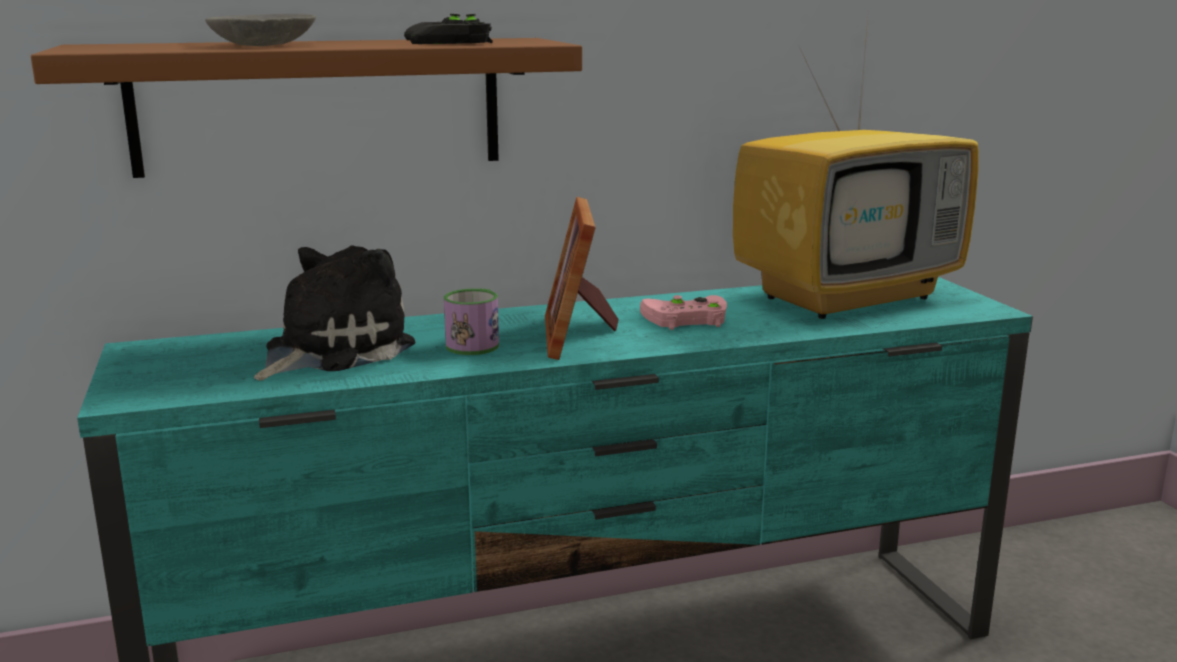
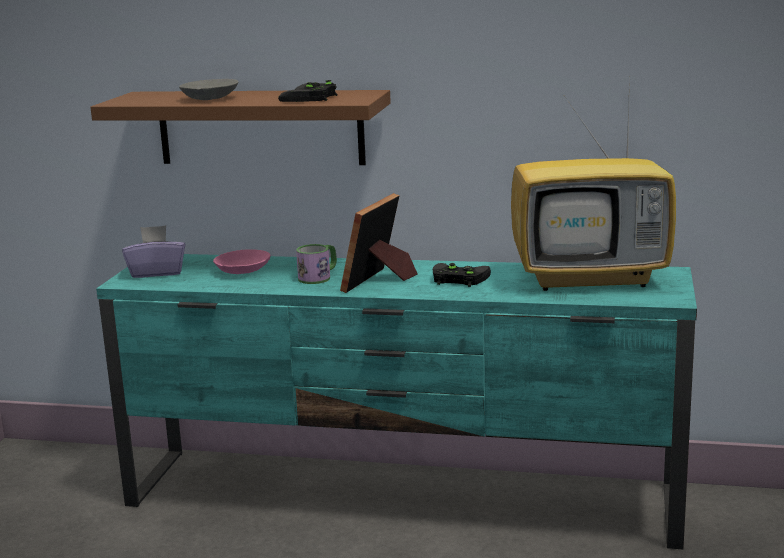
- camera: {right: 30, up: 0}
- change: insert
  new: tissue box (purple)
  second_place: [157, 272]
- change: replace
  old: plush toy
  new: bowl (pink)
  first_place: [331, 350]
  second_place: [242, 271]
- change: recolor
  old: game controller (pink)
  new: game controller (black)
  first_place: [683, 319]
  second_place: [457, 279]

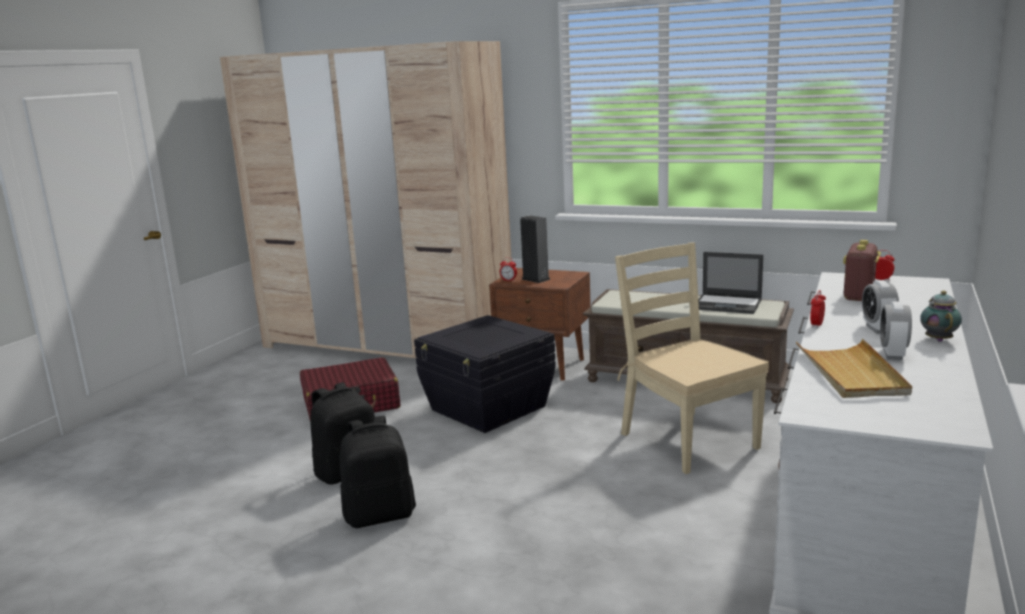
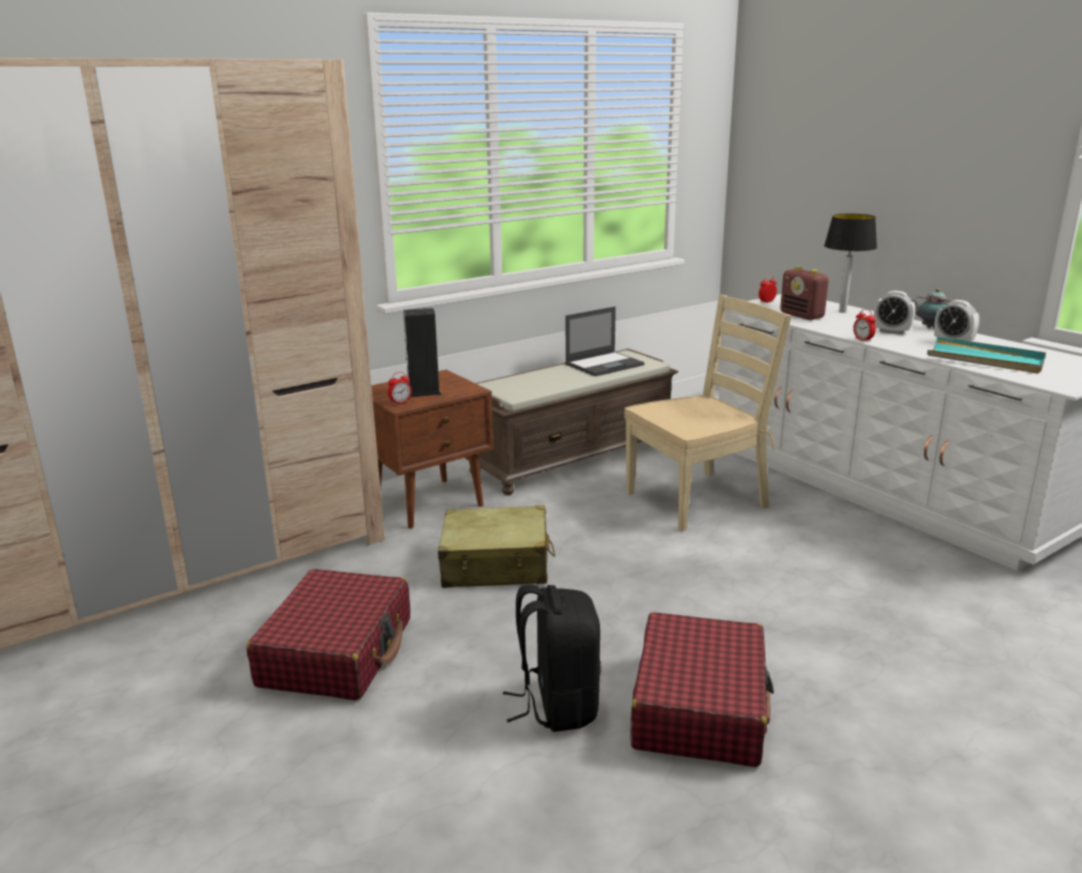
- camera: {right: -60, up: 5}
- change: replace
  old: storage box (black)
  new: suitcase (beige)
  first_place: [488, 408]
  second_place: [496, 565]
- change: rotate
  old: chair (beige)
  first_place: [687, 440]
  second_place: [697, 499]
  degrees: 150
- change: replace
  old: backpack (black)
  new: suitcase (red)
  first_place: [380, 515]
  second_place: [699, 707]
- change: insert
  new: table lamp
  second_place: [842, 312]
- change: recolor
  old: tray (beige)
  new: tray (turquoise)
  first_place: [851, 373]
  second_place: [985, 359]

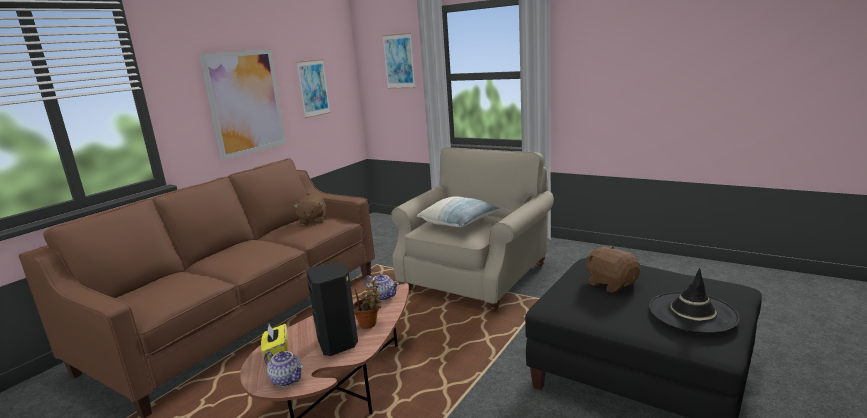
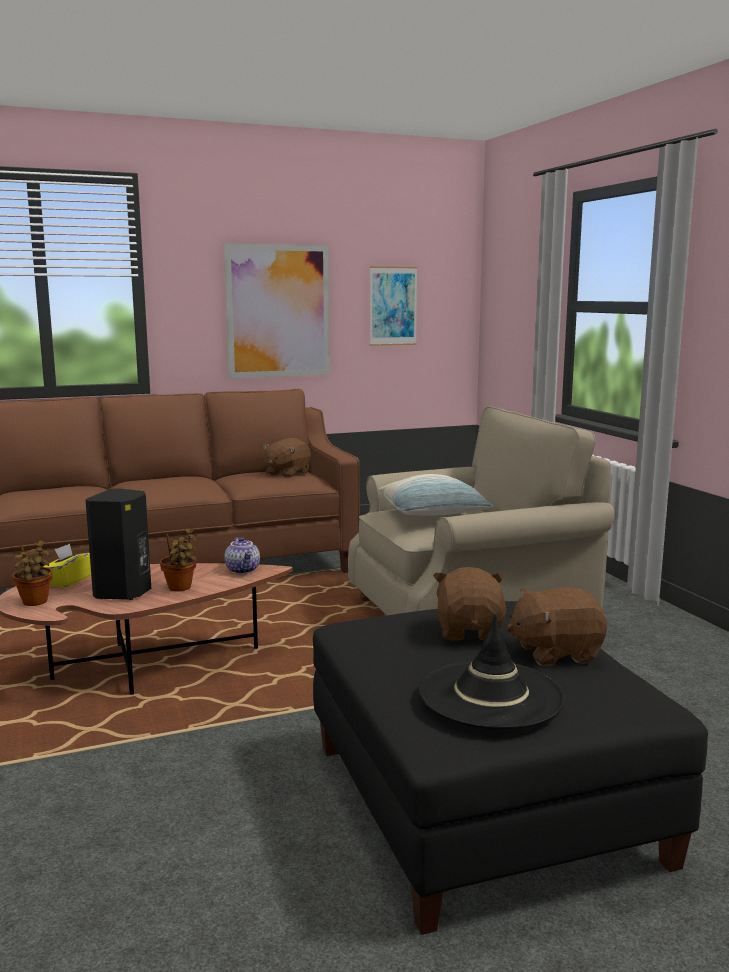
- camera: {right: 35, up: -5}
- change: replace
  old: teapot
  new: potted plant
  first_place: [287, 379]
  second_place: [35, 603]
- change: insert
  new: plush toy (brown)
  second_place: [555, 653]
- change: delete
  old: picture
  first_place: [399, 61]

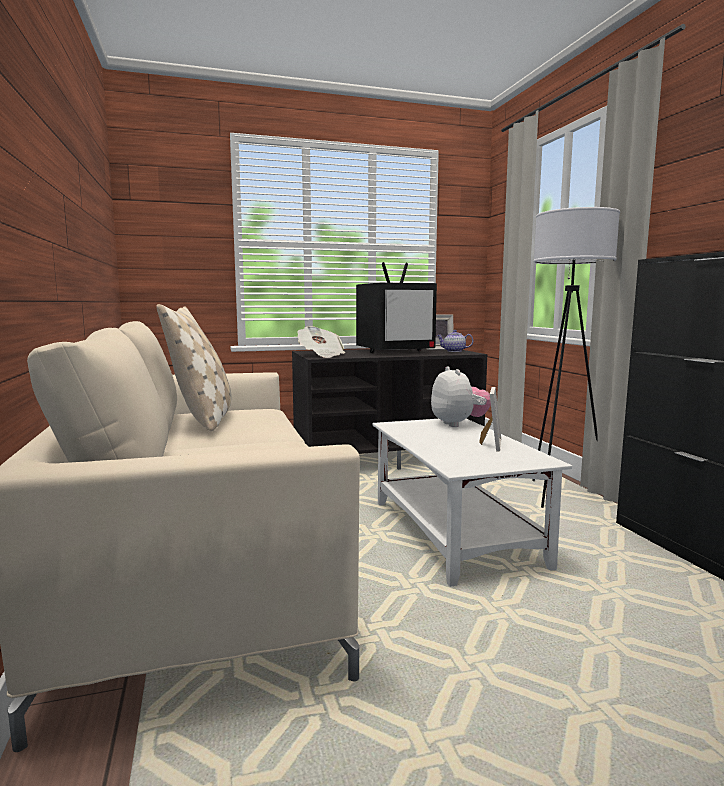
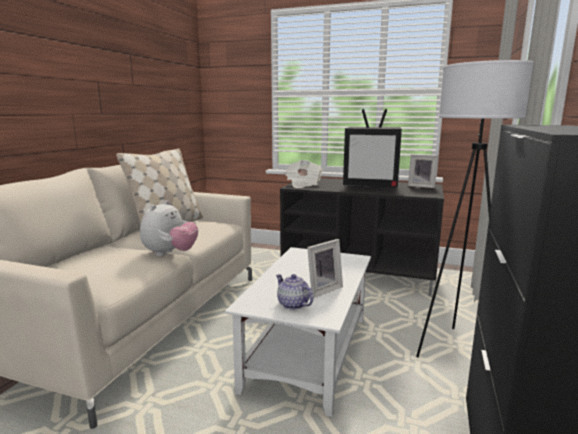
- camera: {right: 35, up: 5}
- change: move
  old: plush toy
  first_place: [458, 424]
  second_place: [170, 254]
- change: move
  old: teapot
  first_place: [454, 351]
  second_place: [292, 304]

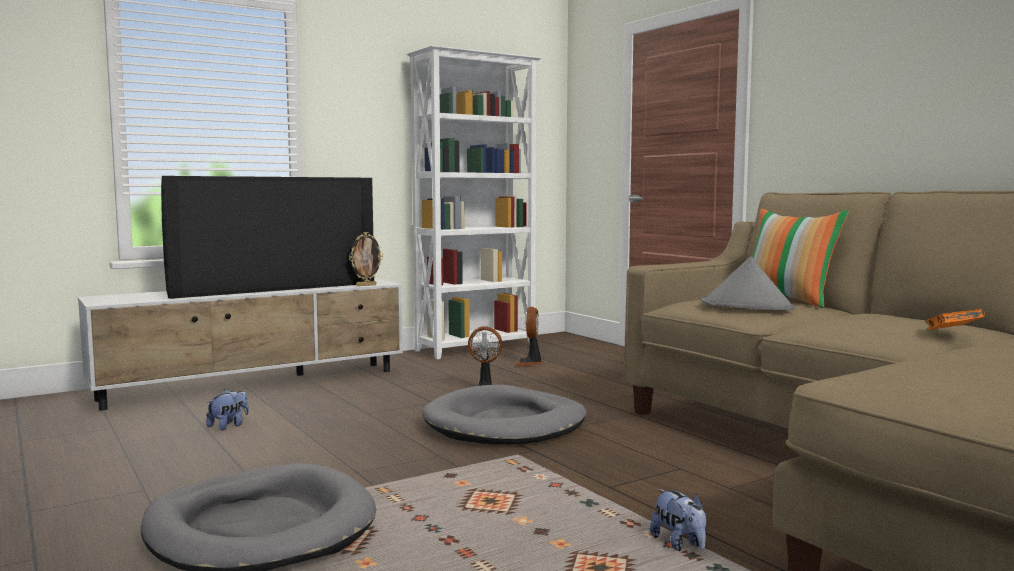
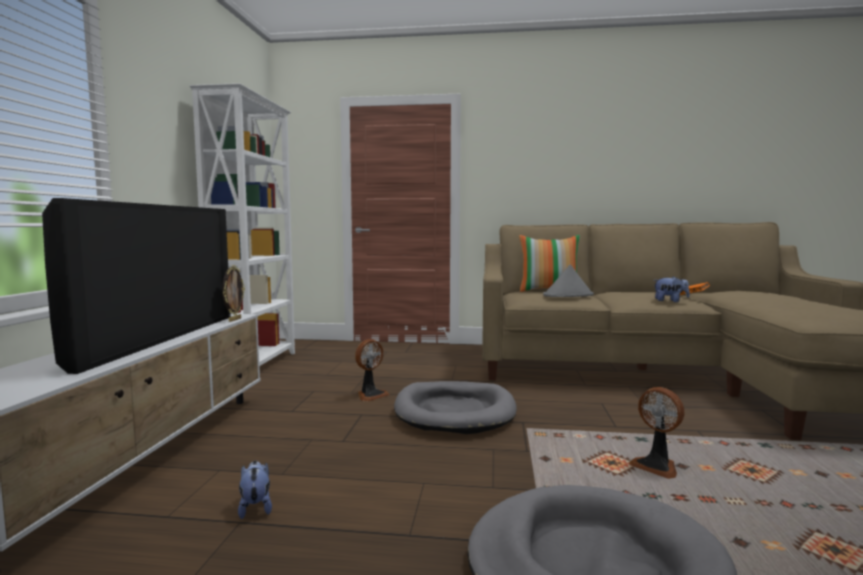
- camera: {right: -50, up: 0}
- change: move
  old: fan
  first_place: [530, 363]
  second_place: [656, 466]
- change: move
  old: plush toy
  first_place: [679, 544]
  second_place: [670, 301]

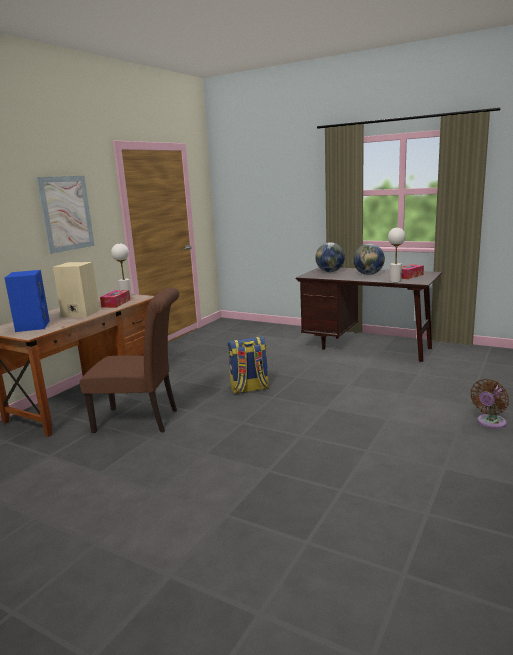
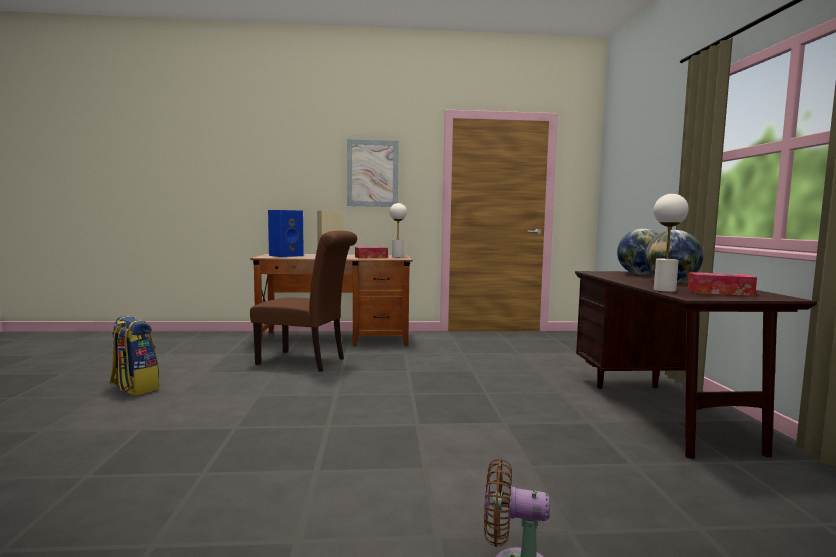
- camera: {right: 55, up: -10}
- change: move
  old: backpack
  first_place: [249, 389]
  second_place: [134, 388]
- change: rotate
  old: chair (brown)
  first_place: [142, 420]
  second_place: [306, 361]
  degrees: -45

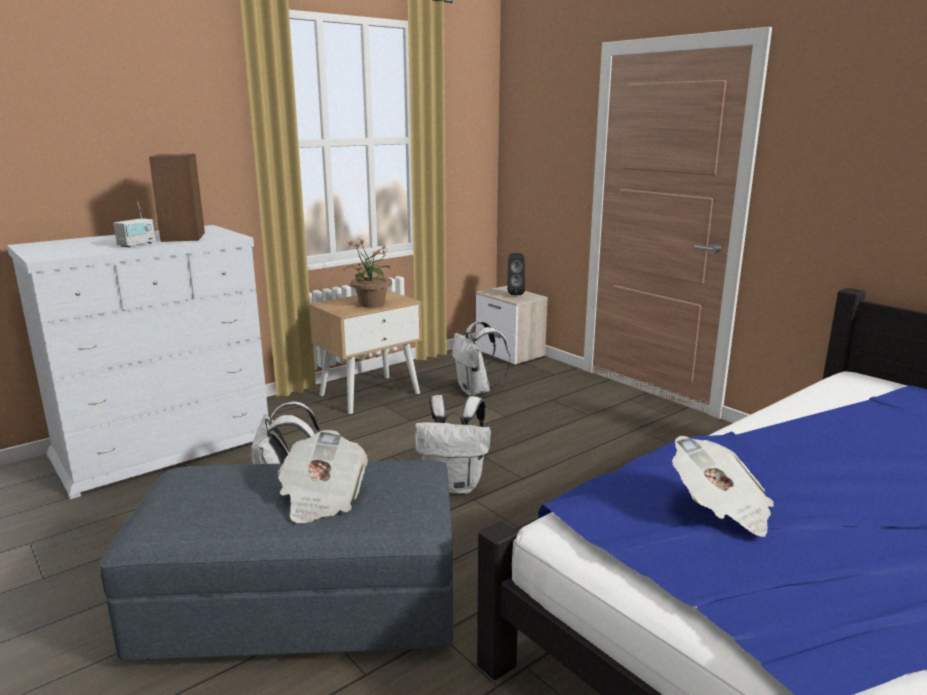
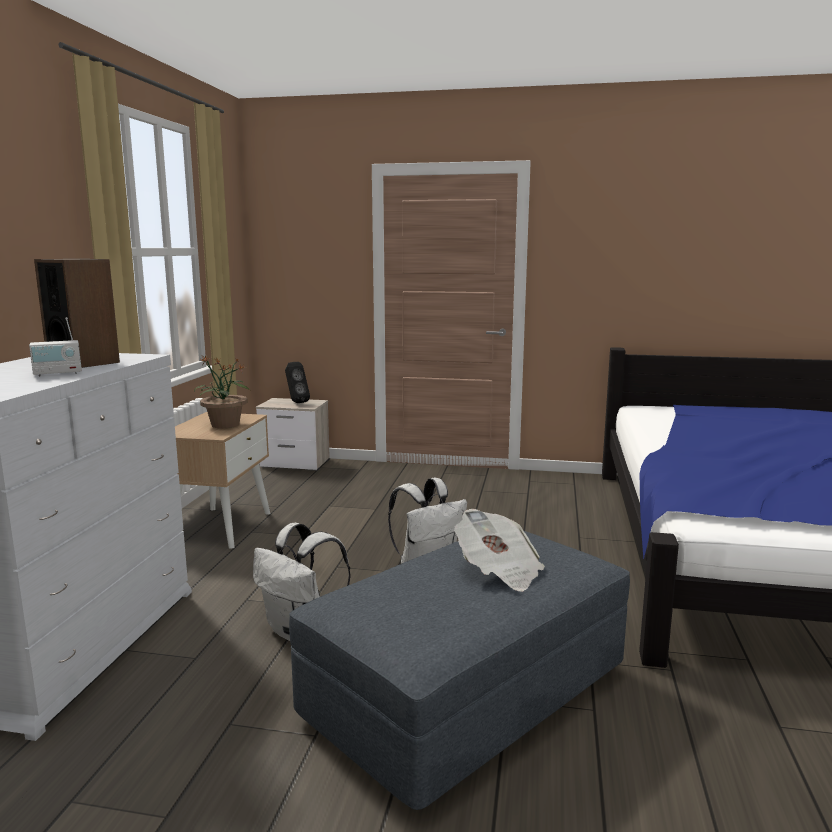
- camera: {right: -40, up: -5}
- change: rotate
  old: radio
  first_place: [137, 244]
  second_place: [58, 373]
  degrees: 75
- change: delete
  old: backpack (white)
  first_place: [476, 391]
- change: delete
  old: newspaper
  first_place: [720, 509]

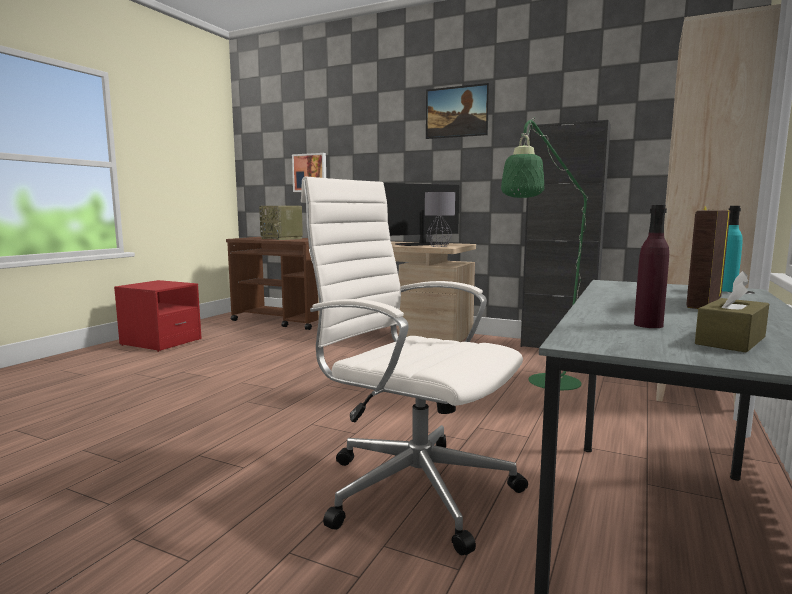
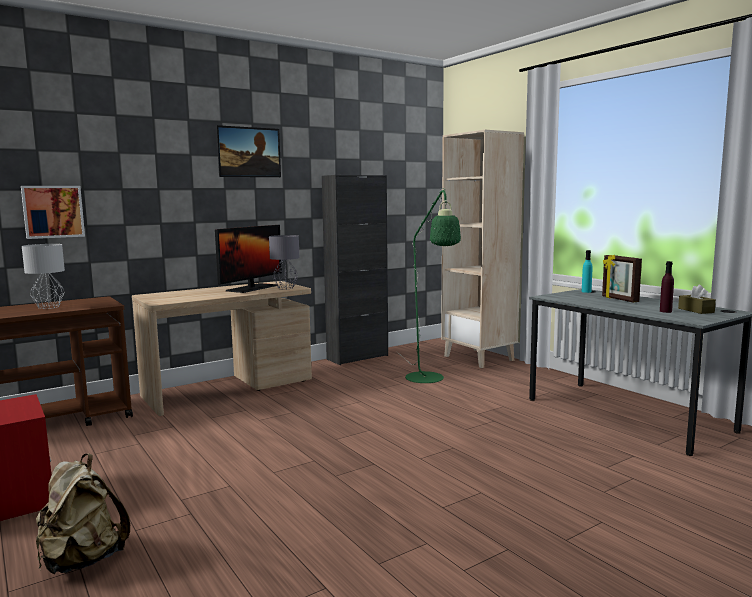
- camera: {right: -60, up: 0}
- change: replace
  old: radio
  new: table lamp (grey)
  first_place: [282, 238]
  second_place: [49, 307]
- change: insert
  new: backpack (beige)
  second_place: [82, 560]
- change: rotate
  old: monitor
  first_place: [422, 244]
  second_place: [252, 288]
  degrees: -150
- change: delete
  old: office chair (white)
  first_place: [413, 487]

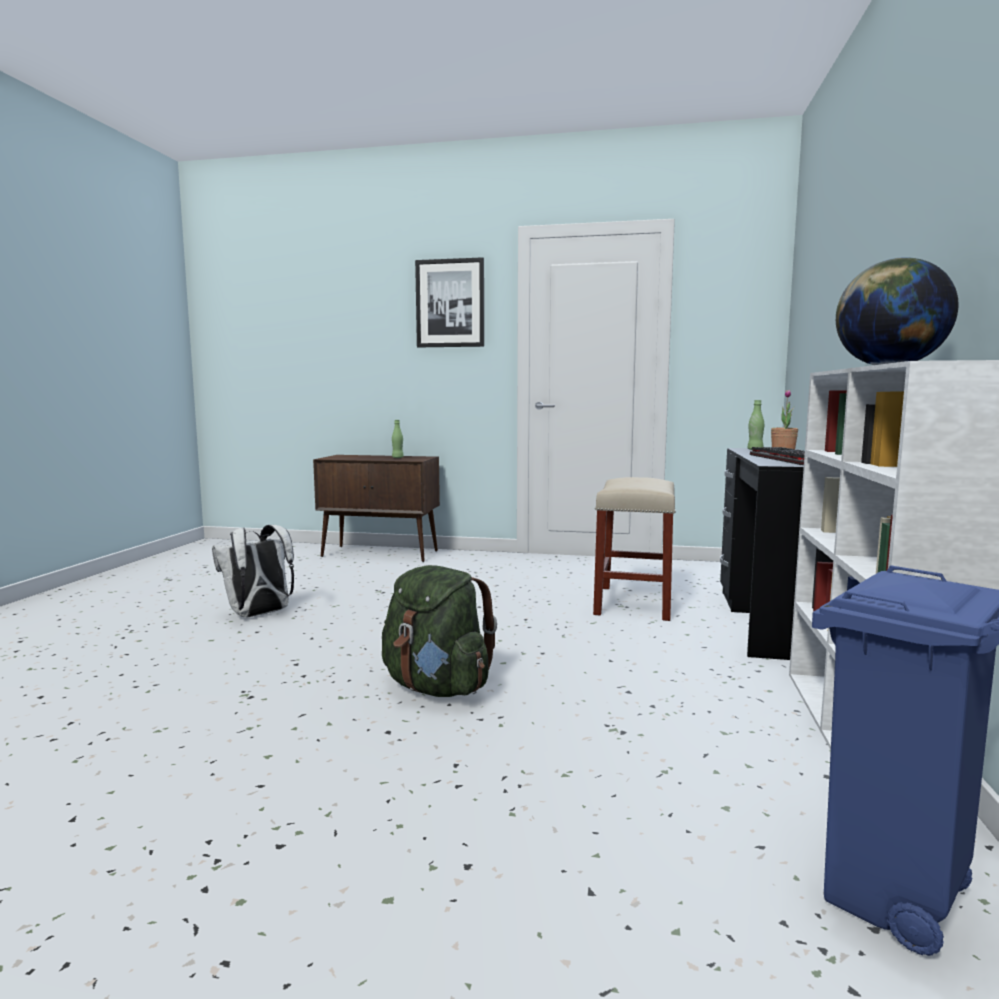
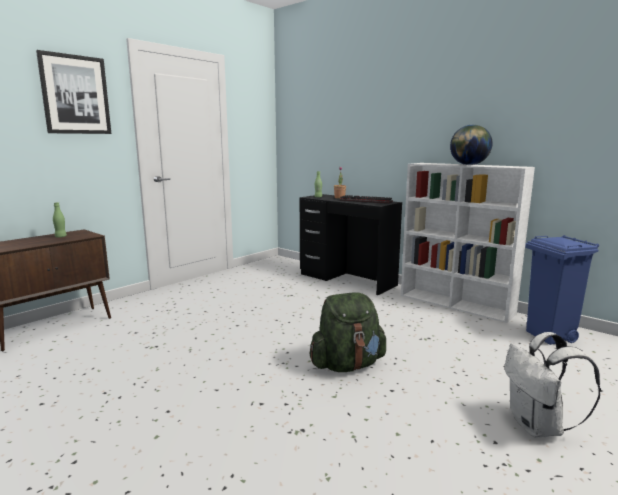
- camera: {right: -60, up: 5}
- change: move
  old: backpack (white)
  first_place: [259, 615]
  second_place: [538, 427]
- change: delete
  old: stool (beige)
  first_place: [633, 602]

